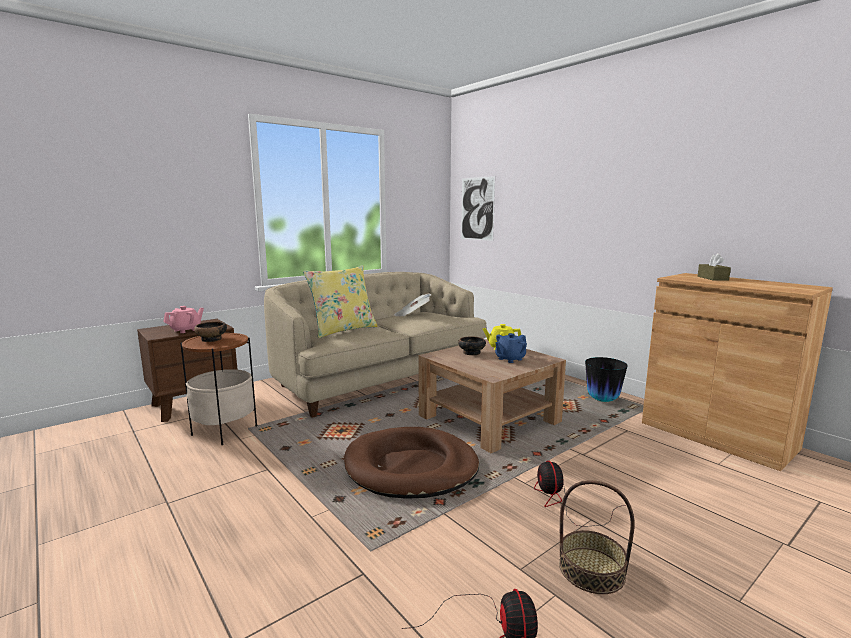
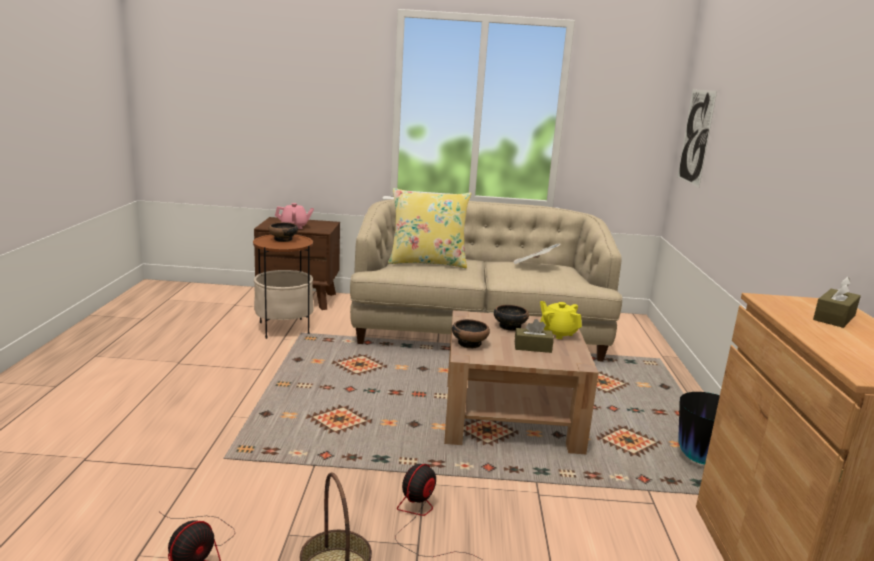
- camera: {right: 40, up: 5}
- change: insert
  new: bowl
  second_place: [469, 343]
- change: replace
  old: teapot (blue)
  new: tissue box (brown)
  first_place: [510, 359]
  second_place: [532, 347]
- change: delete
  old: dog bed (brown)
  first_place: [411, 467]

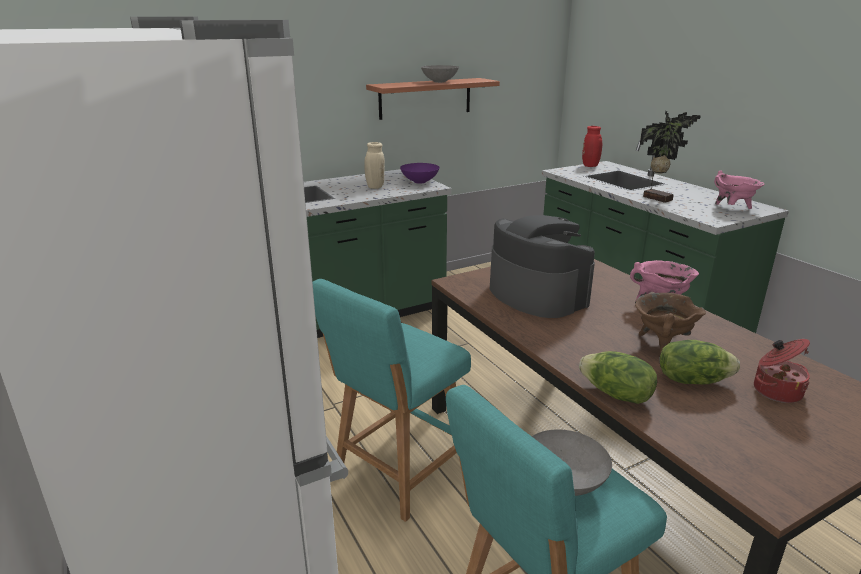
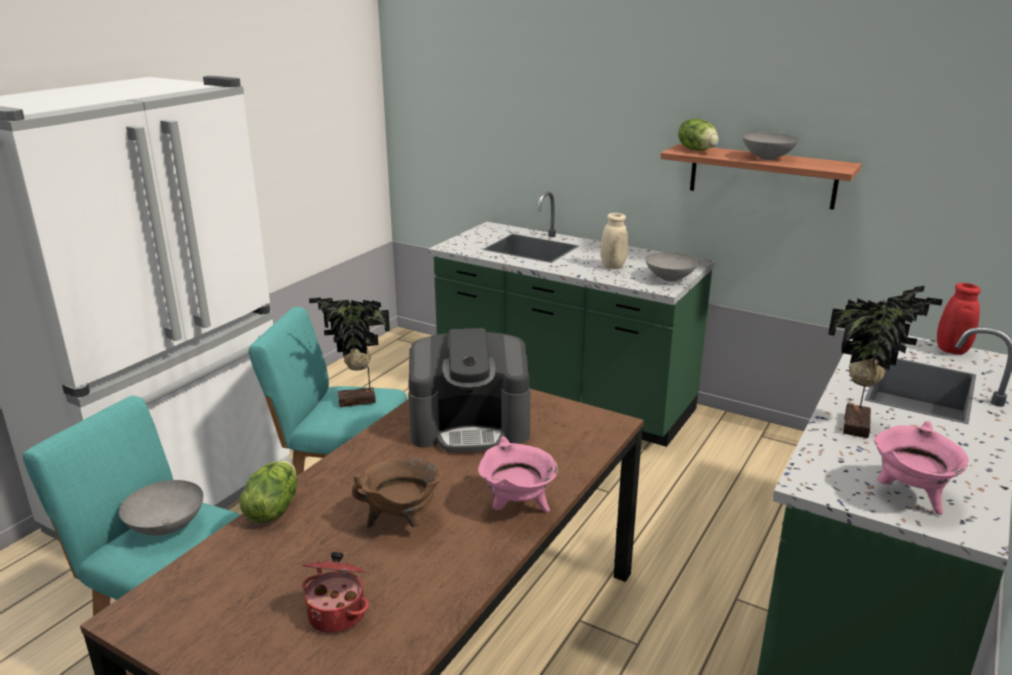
- camera: {right: 60, up: 0}
- change: insert
  new: potted plant
  second_place: [358, 402]
- change: rotate
  old: coffee machine
  first_place: [536, 294]
  second_place: [470, 426]
  degrees: 60
- change: recolor
  old: bowl (purple)
  new: bowl (grey)
  first_place: [420, 181]
  second_place: [670, 278]
- change: move
  old: lettuce
  first_place: [692, 380]
  second_place: [697, 150]

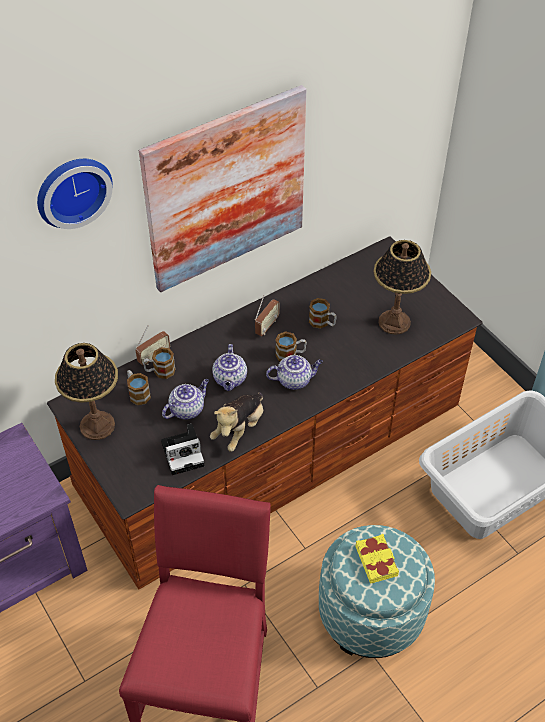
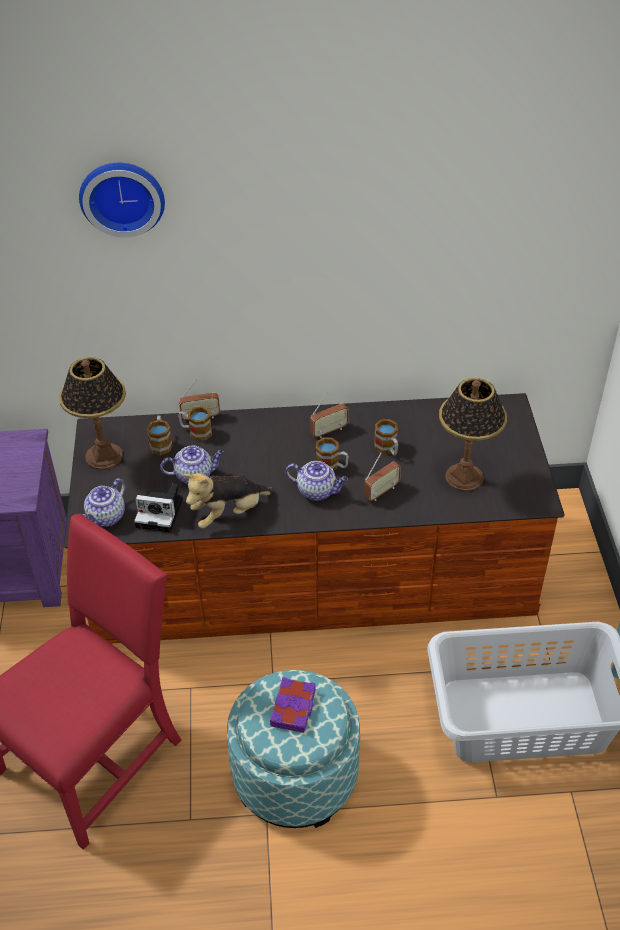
- camera: {right: 30, up: -5}
- change: move
  old: teapot
  first_place: [230, 379]
  second_place: [106, 517]
- change: recolor
  old: book (yellow)
  new: book (purple)
  first_place: [377, 560]
  second_place: [294, 708]
- change: insert
  new: radio
  second_place: [381, 492]
- change: delete
  old: picture
  first_place: [226, 190]

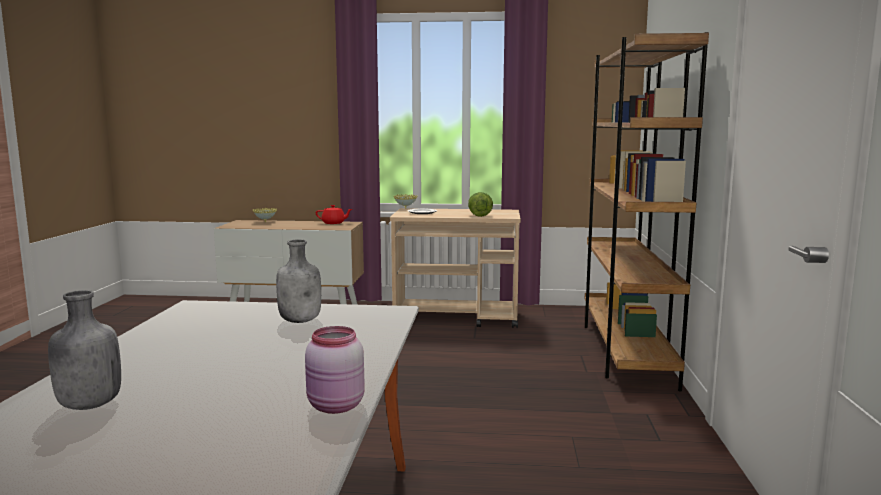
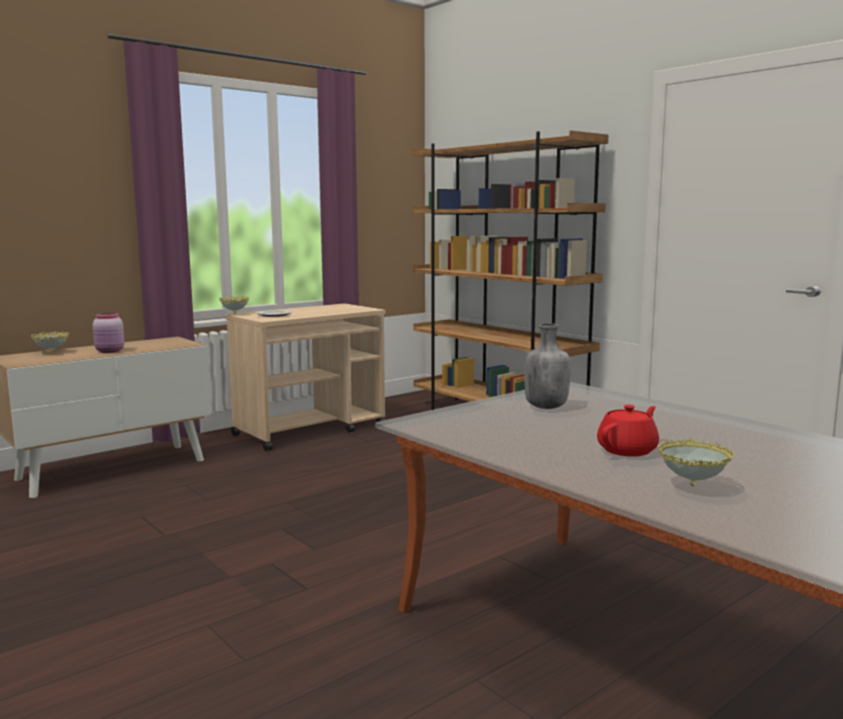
- camera: {right: -45, up: 0}
- change: move
  old: jar (pink)
  first_place: [335, 406]
  second_place: [110, 351]
- change: move
  old: teapot (red)
  first_place: [334, 223]
  second_place: [628, 450]
- change: replace
  old: bottle (grey)
  new: bowl
  first_place: [88, 405]
  second_place: [692, 486]
- change: delete
  old: lettuce
  first_place: [479, 215]

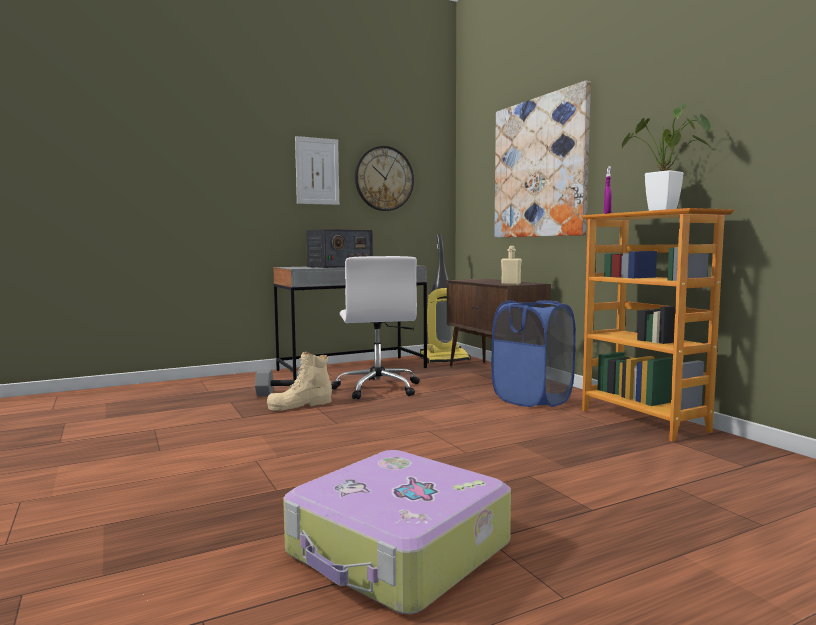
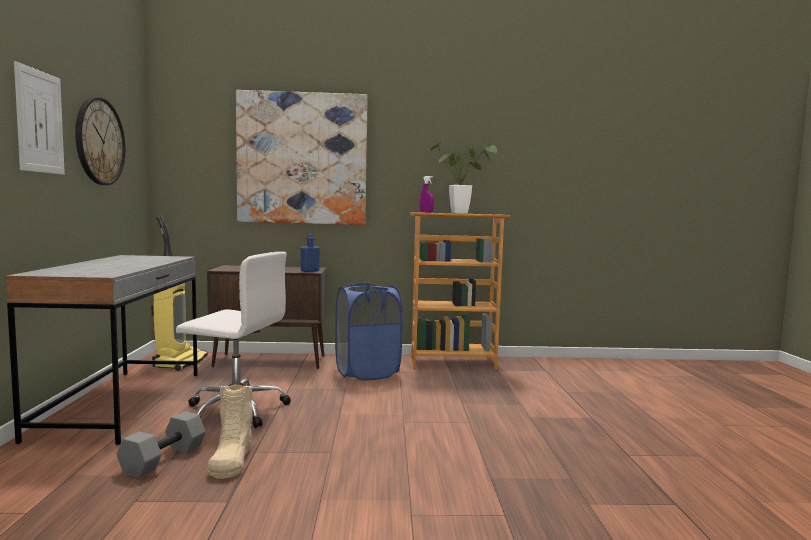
- camera: {right: -65, up: 0}
- change: recolor
  old: bottle (beige)
  new: bottle (blue)
  first_place: [511, 284]
  second_place: [310, 271]
- change: delete
  old: suitcase
  first_place: [398, 551]
- change: delete
  old: radio
  first_place: [339, 266]

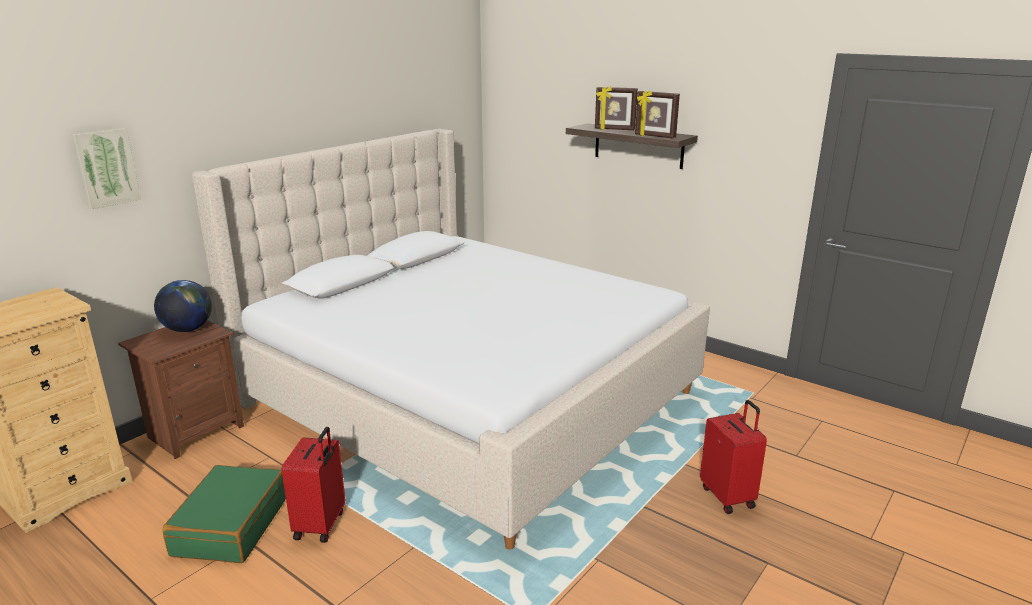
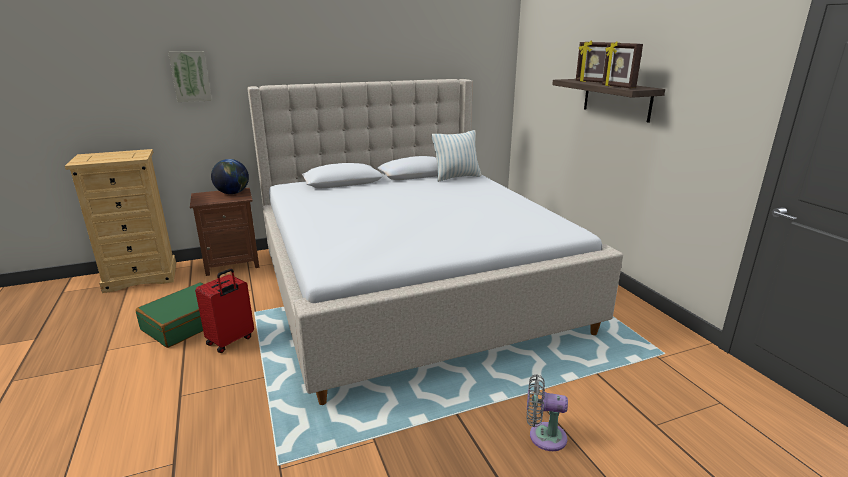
- camera: {right: 30, up: 0}
- change: insert
  new: pillow
  second_place: [456, 177]
- change: replace
  old: suitcase (red)
  new: fan (grey)
  first_place: [728, 496]
  second_place: [543, 436]

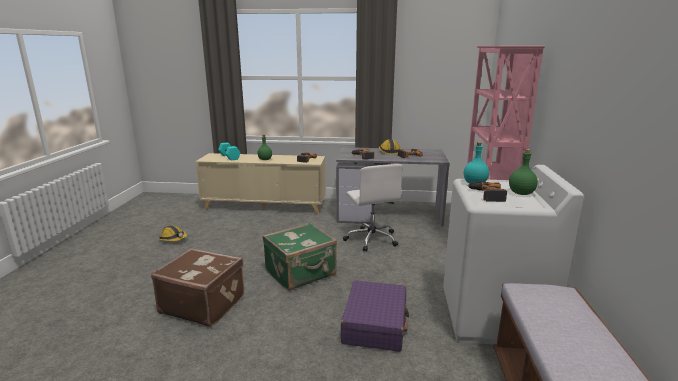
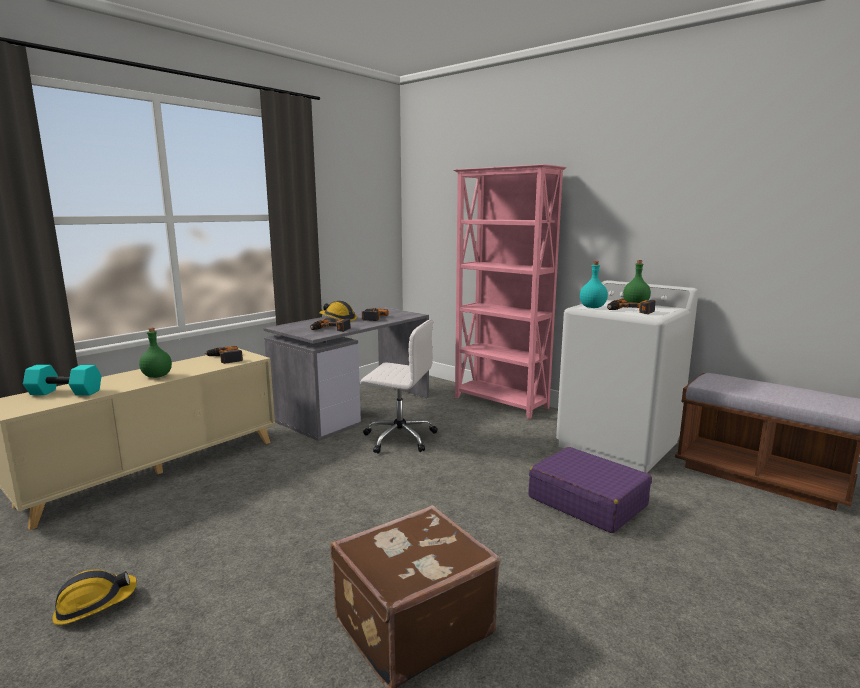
- camera: {right: -55, up: -5}
- change: delete
  old: suitcase (green)
  first_place: [301, 273]

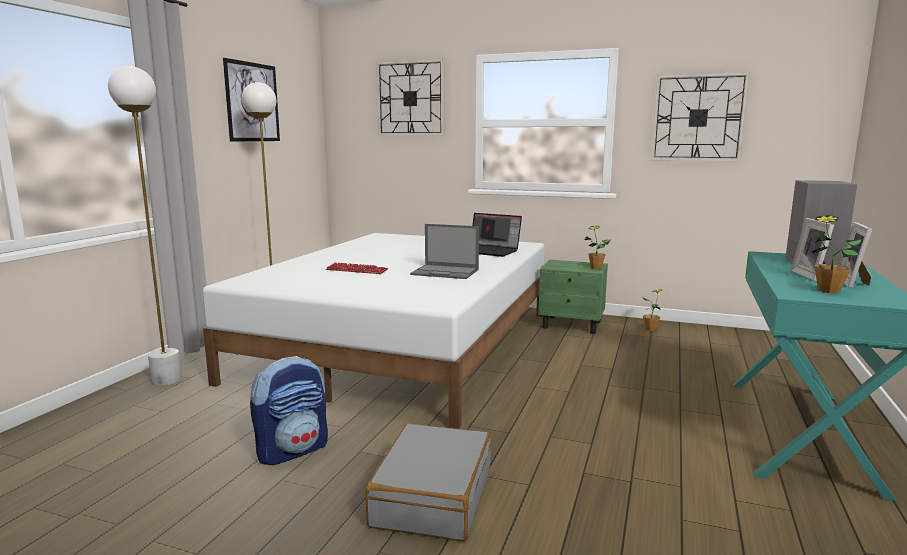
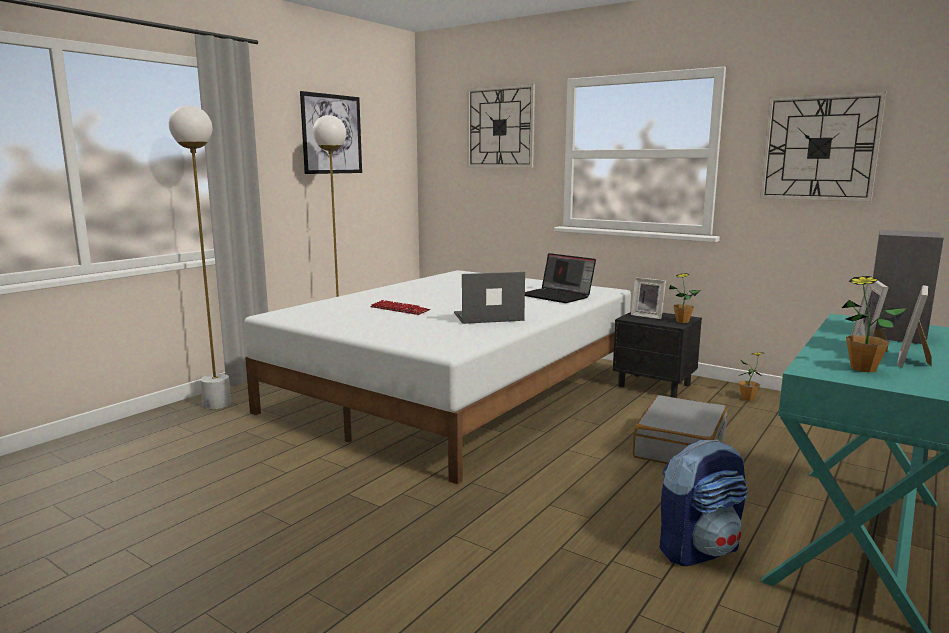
- camera: {right: 15, up: 0}
- change: rotate
  old: laptop
  first_place: [446, 272]
  second_place: [487, 317]
  degrees: 135
- change: recolor
  old: nightstand (green)
  new: nightstand (black)
  first_place: [572, 325]
  second_place: [655, 386]
- change: insert
  new: picture frame
  second_place: [648, 316]
- change: move
  old: suitcase (grey)
  first_place: [432, 496]
  second_place: [679, 447]
- change: move
  old: backpack
  first_place: [293, 450]
  second_place: [699, 549]

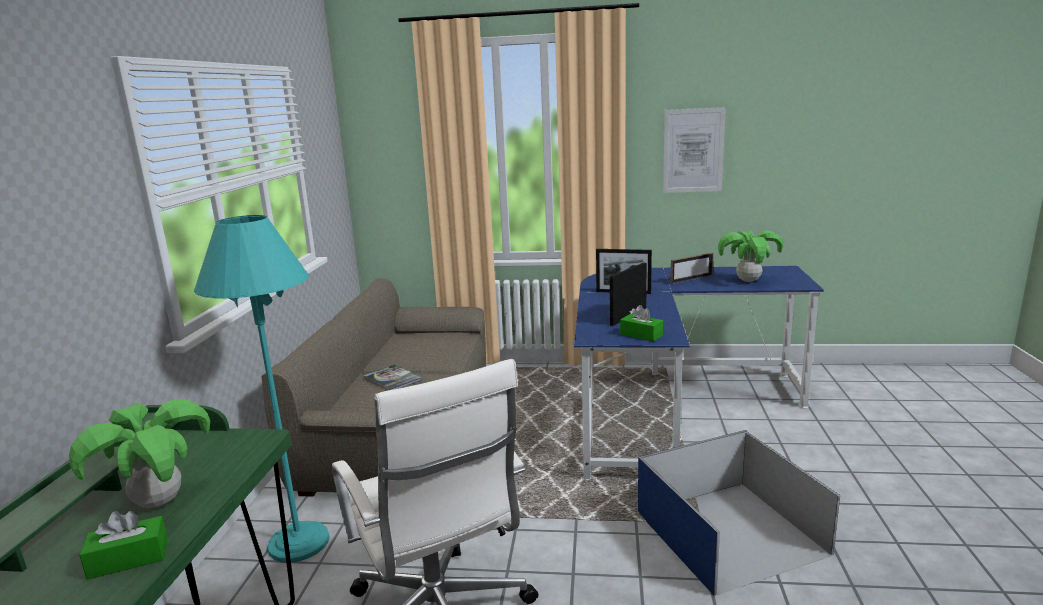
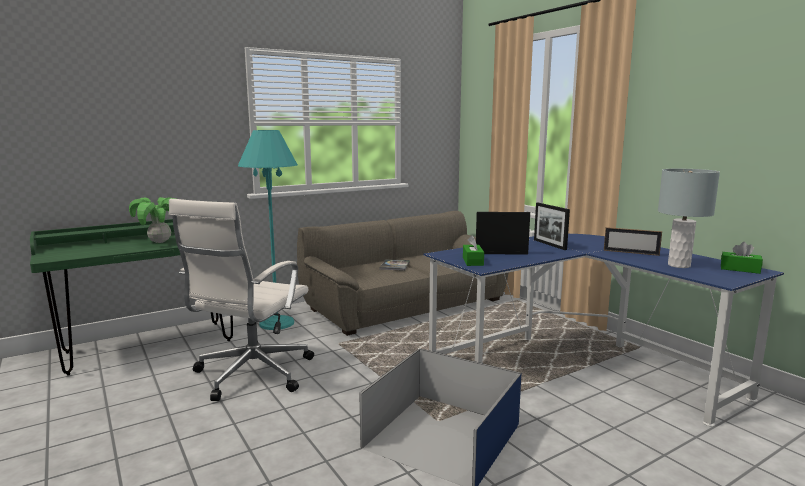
- camera: {right: 50, up: -5}
- change: replace
  old: potted plant
  new: table lamp (grey)
  first_place: [748, 280]
  second_place: [679, 265]
- change: move
  old: tissue box (green)
  first_place: [129, 559]
  second_place: [740, 269]
- change: delete
  old: picture
  first_place: [693, 150]

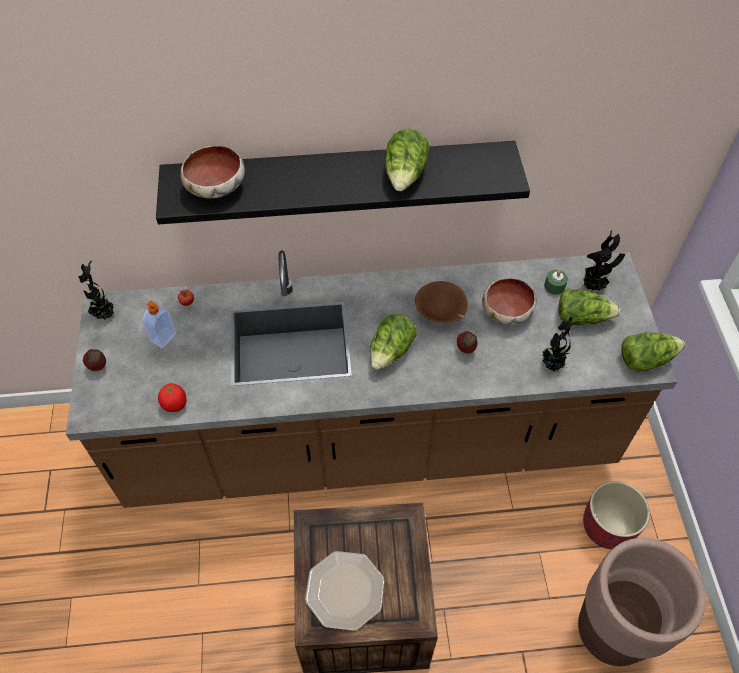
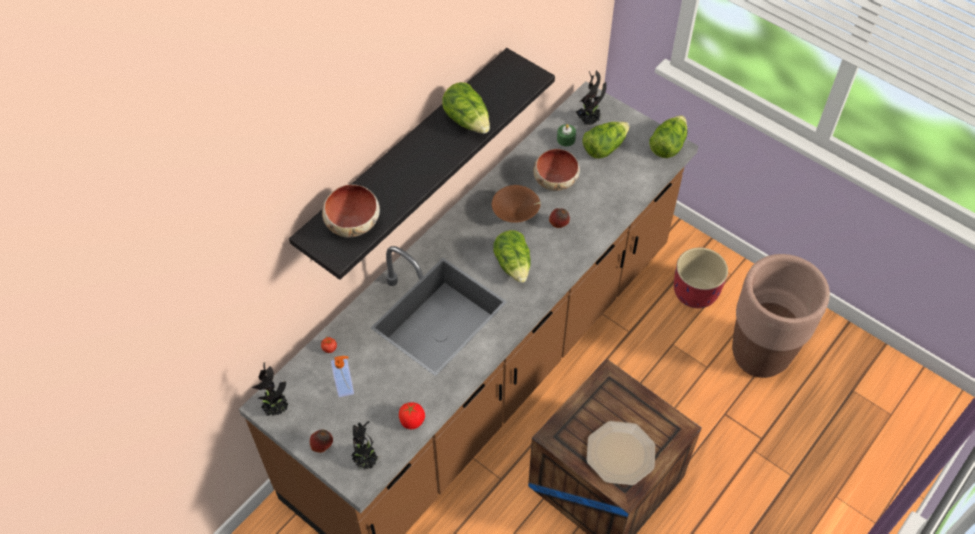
- camera: {right: -45, up: 0}
- change: move
  old: potted plant
  first_place: [552, 365]
  second_place: [367, 461]

